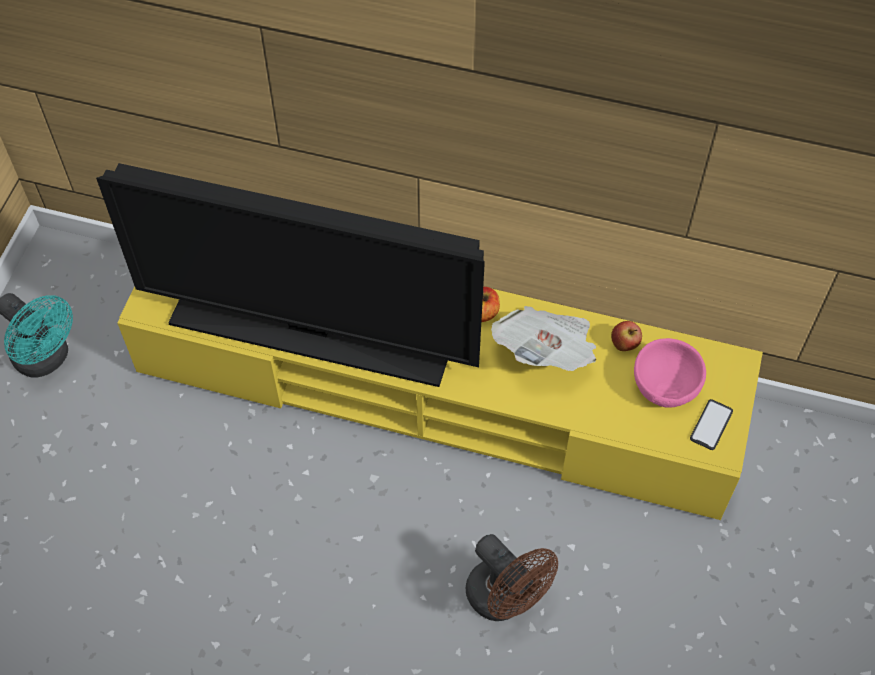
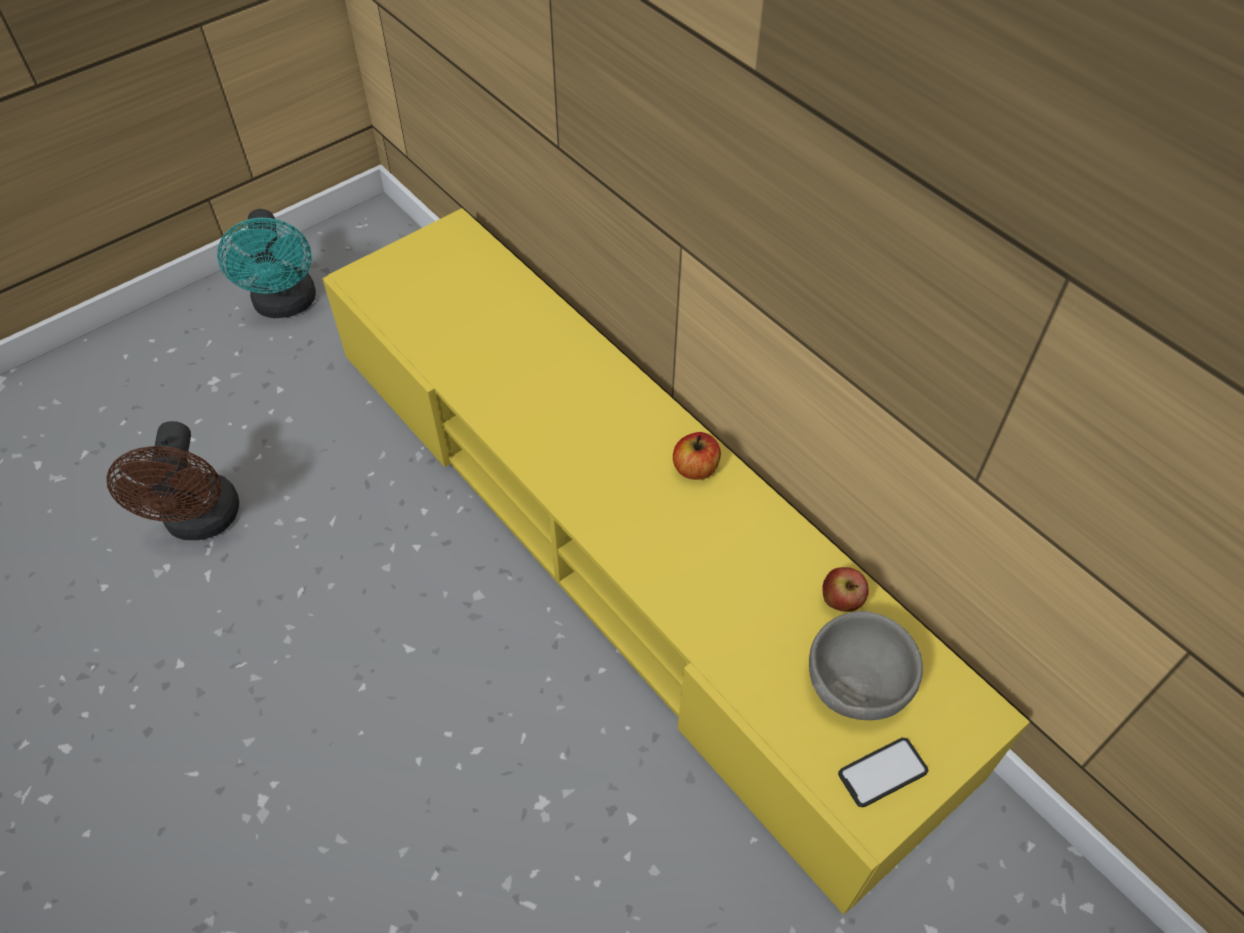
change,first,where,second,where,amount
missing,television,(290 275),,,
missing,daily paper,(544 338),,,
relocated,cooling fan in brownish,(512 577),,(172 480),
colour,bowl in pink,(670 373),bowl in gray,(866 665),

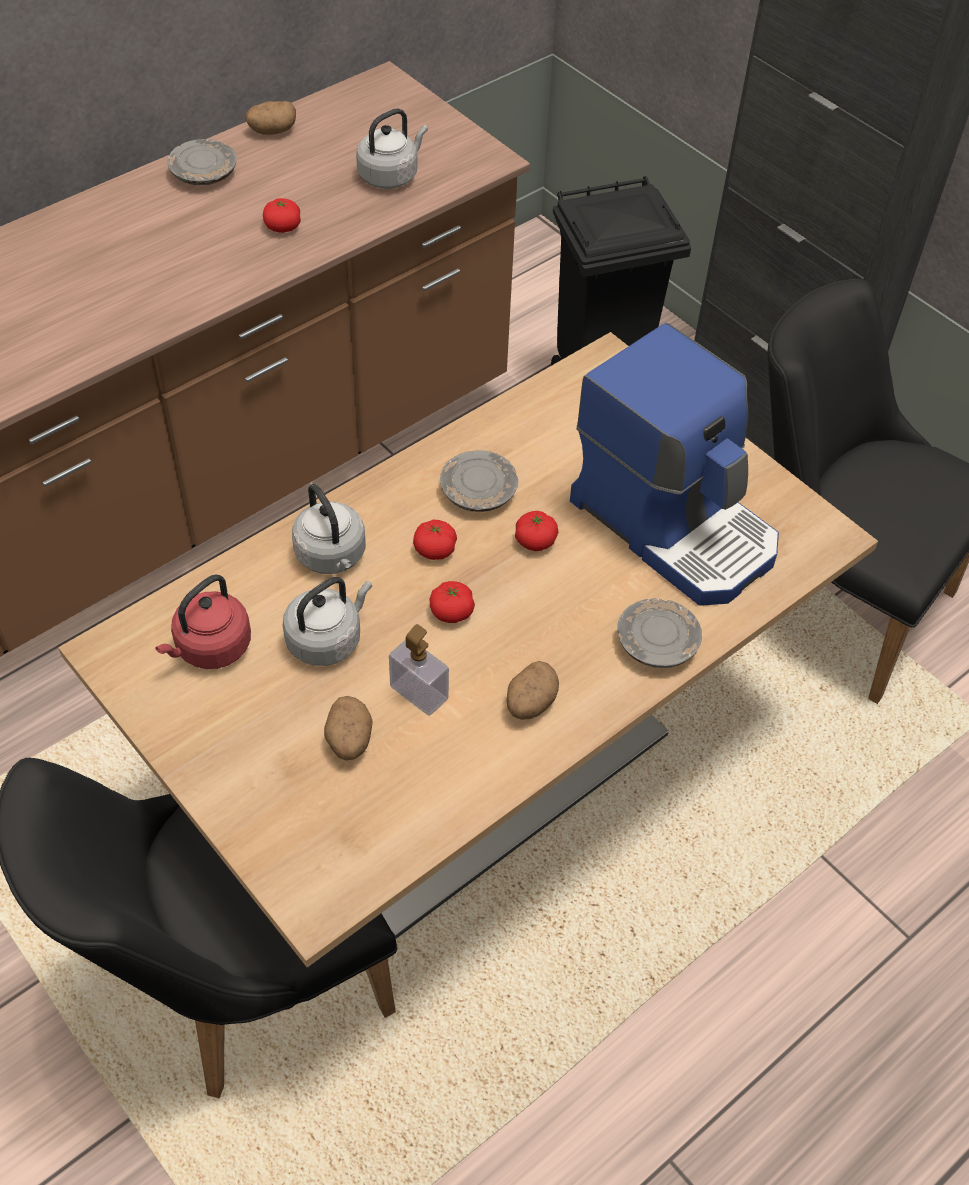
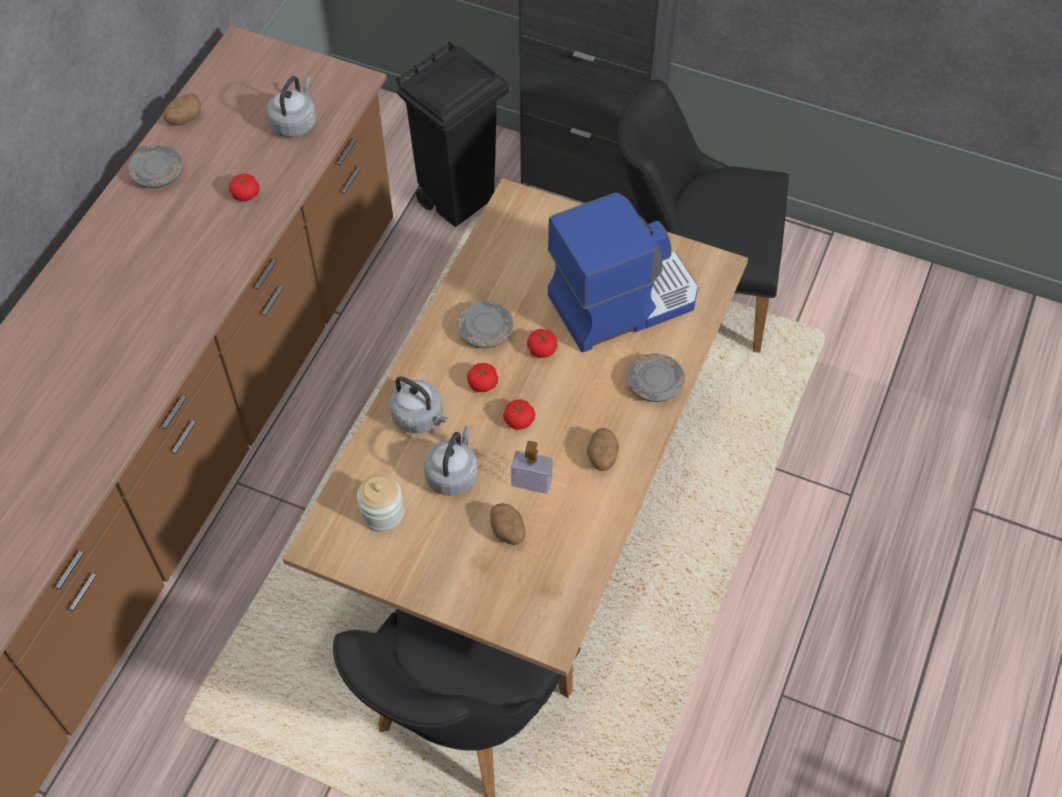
change,first,where,second,where,amount
exchanged,water kettle in red-coloured,(203 621),preserve jar,(380 503),
spun,coffee brewer,(674 464),,(623 272),45 degrees counterclockwise

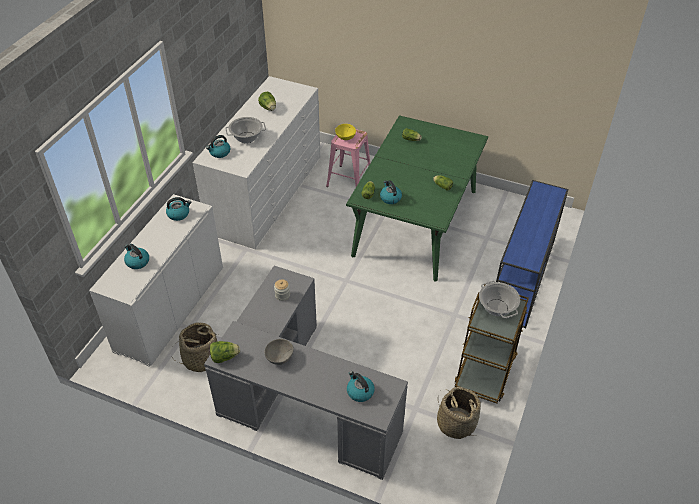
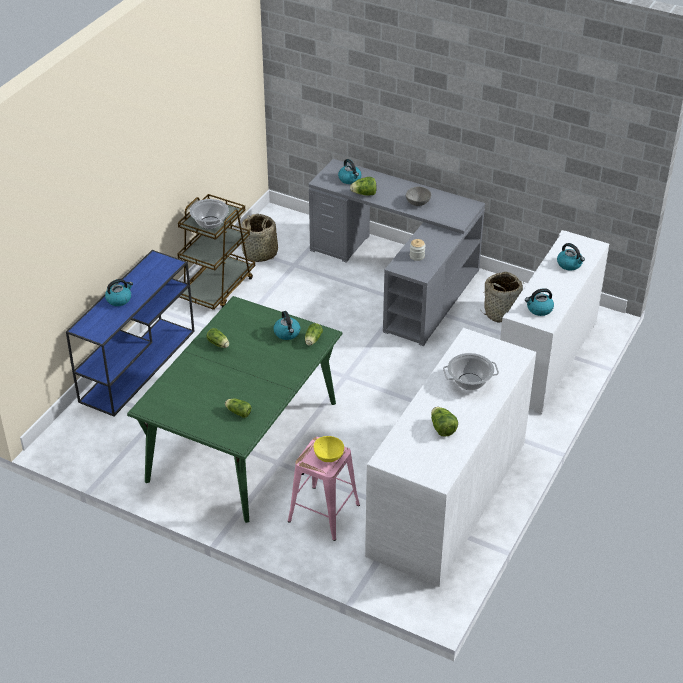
change,first,where,second,where,amount
relocated,water kettle,(218 146),,(119 292),
relocated,lettuce head,(225 352),,(363 186),

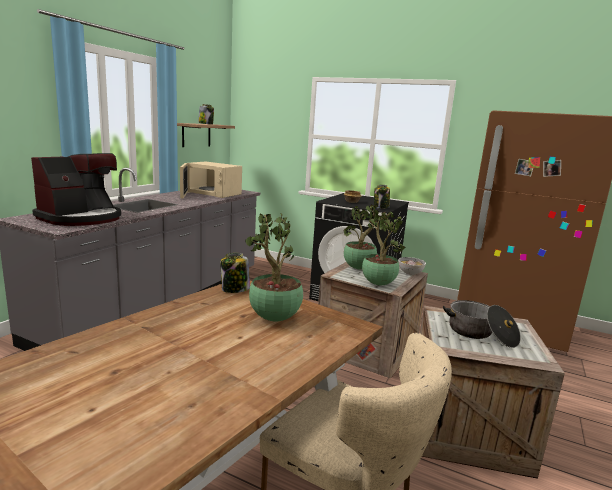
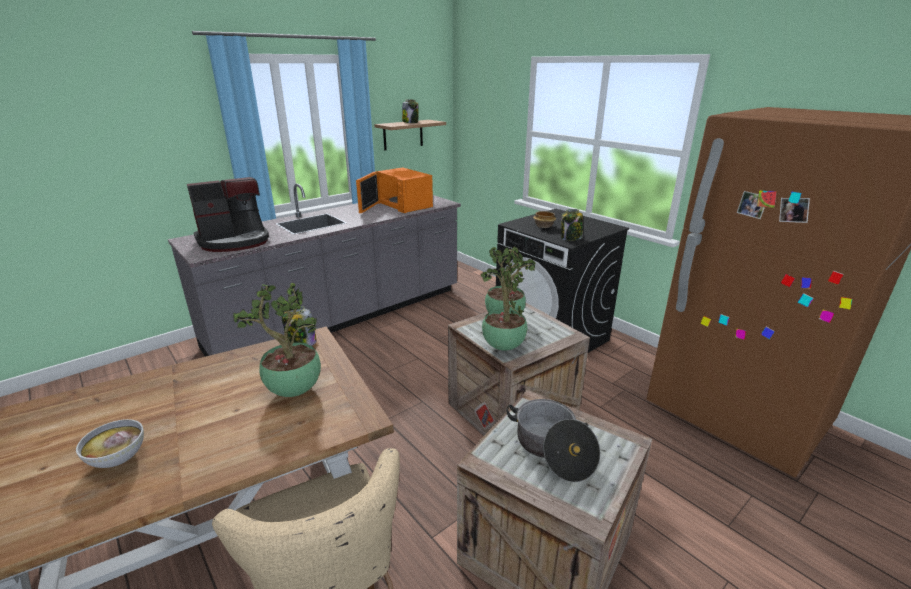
change,first,where,second,where,amount
relocated,bowl,(412 266),,(110 443),
colour,microwave oven in beige,(211 179),microwave oven in orange-coloured,(394 190),

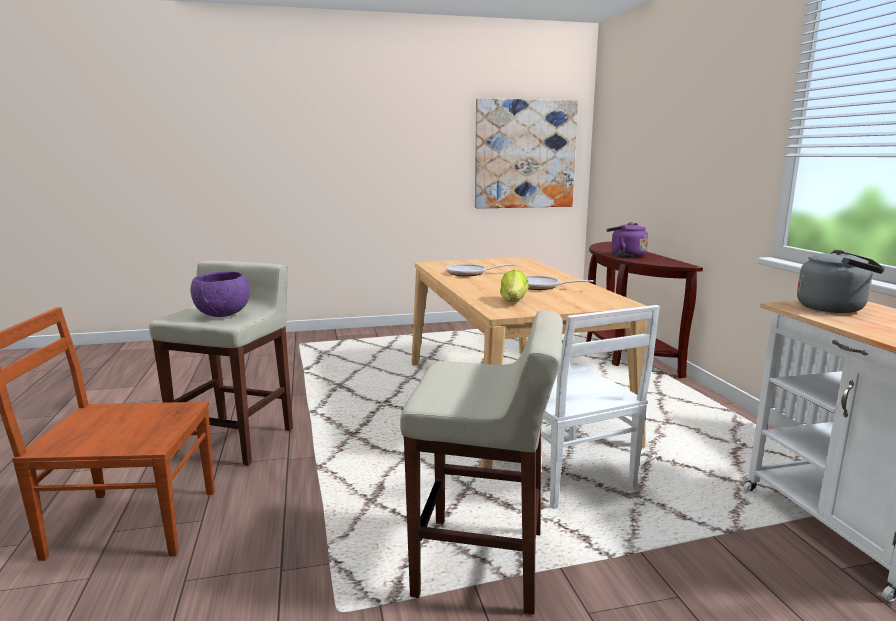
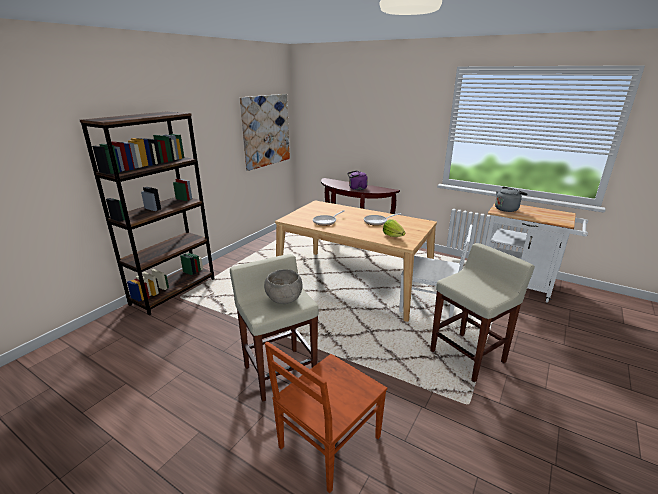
change,first,where,second,where,amount
appeared,,,bookcase in brownish,(147 213),
colour,bowl in purple-coloured,(220 294),bowl in gray,(283 286),

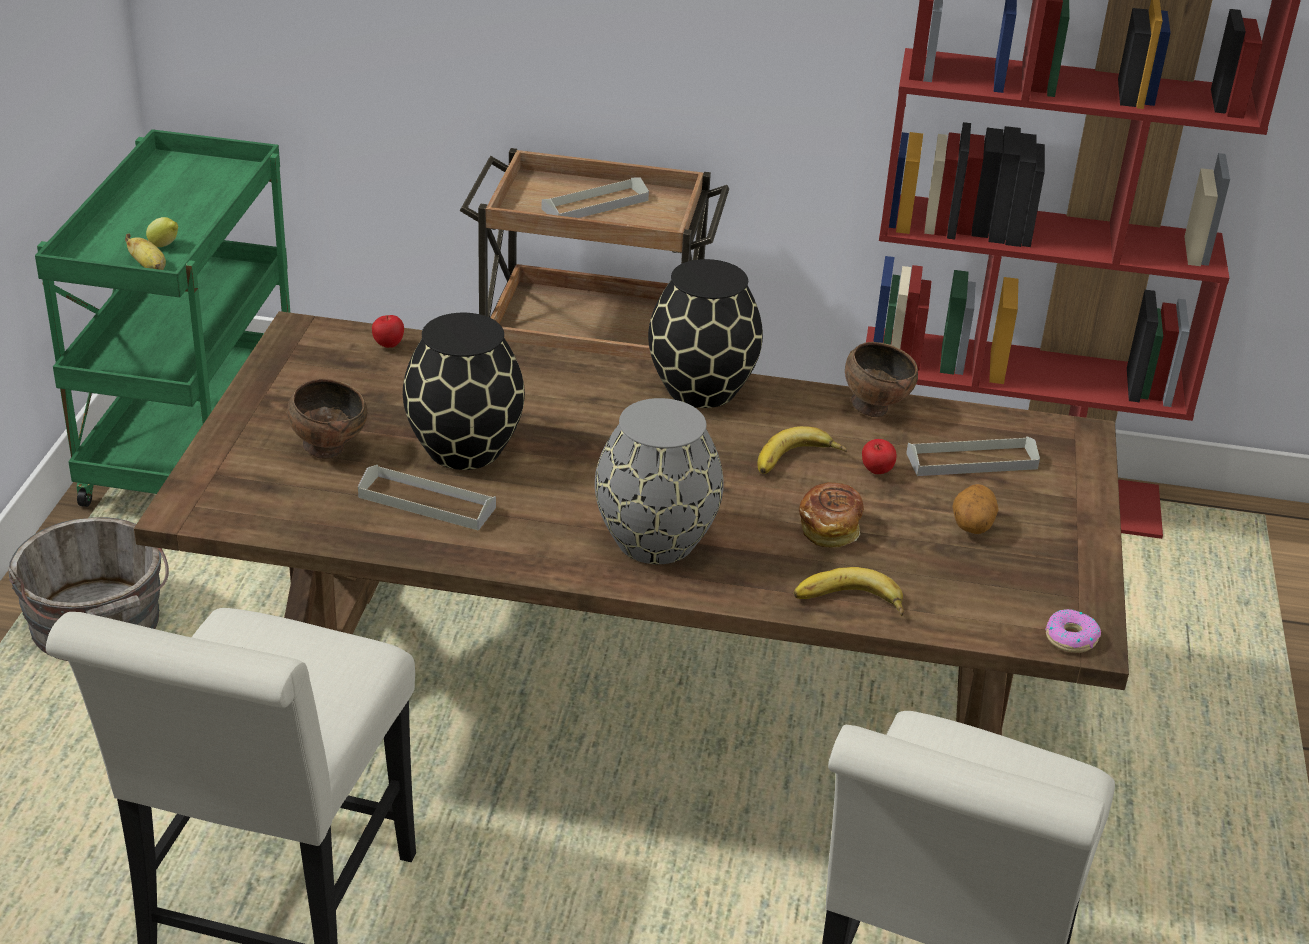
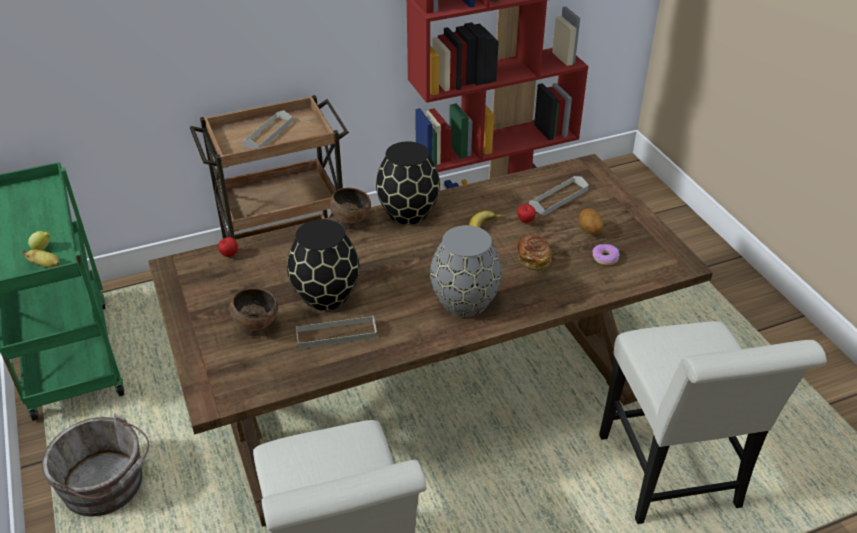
change,first,where,second,where,amount
missing,banana,(849 591),,,
relocated,bowl in brownish,(881 379),,(350 208),
relocated,donut,(1073 631),,(605 254),

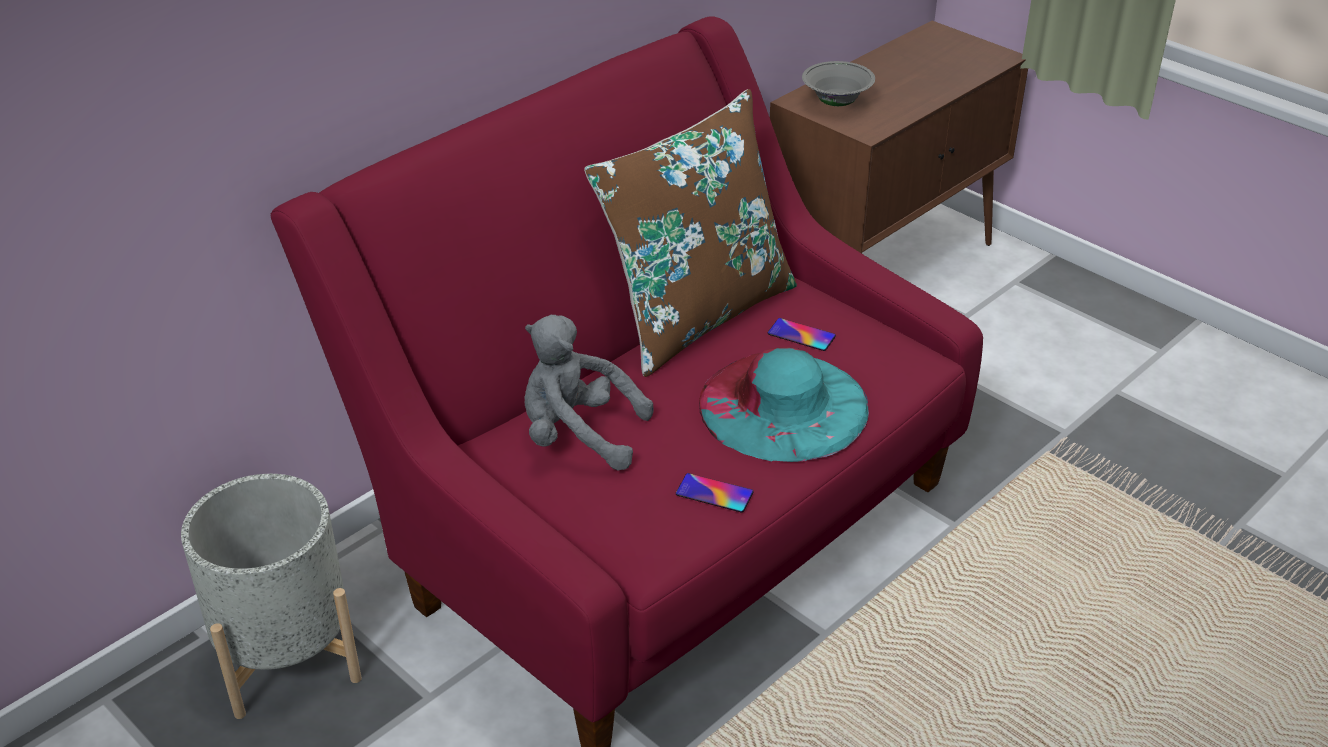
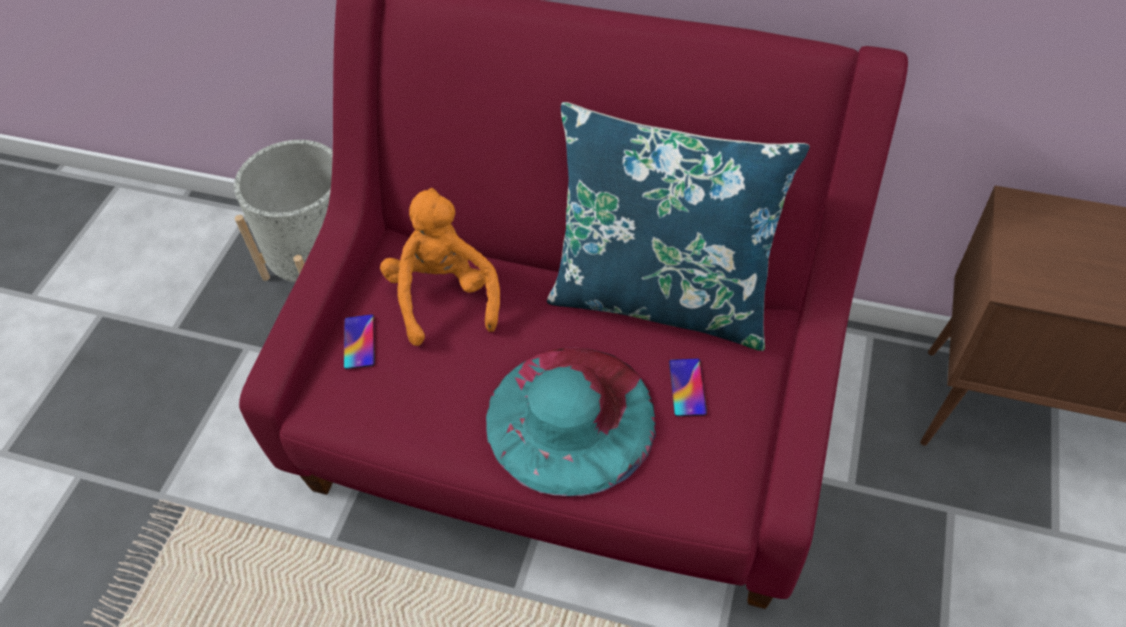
change,first,where,second,where,amount
missing,bowl in gray,(838 83),,,
relocated,phone,(714 492),,(359 341),
colour,plush toy in gray,(588 393),plush toy in orange-coloured,(440 267),
colour,throw pillow in brownish,(690 233),throw pillow in blue-coloured,(678 226),

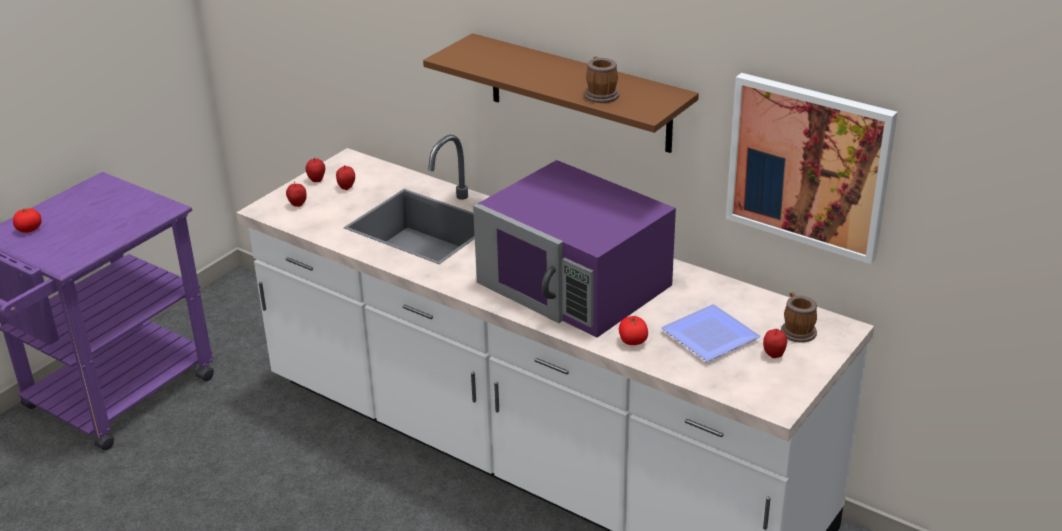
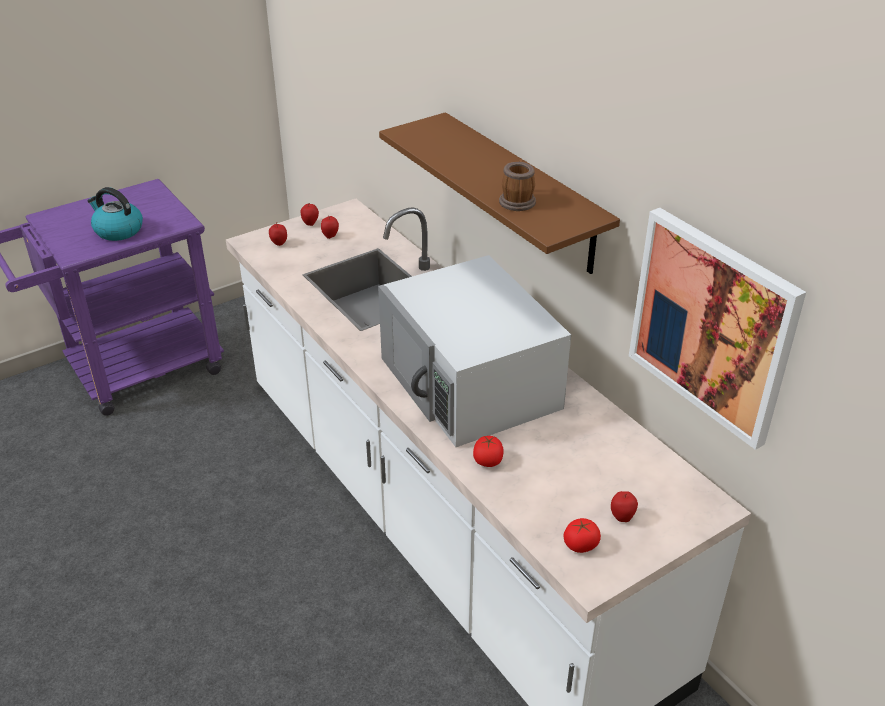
change,first,where,second,where,amount
missing,plate,(711 333),,,
missing,tea mug,(799 317),,,
appeared,,,water kettle,(115 214),
relocated,tomato,(27 220),,(582 535),
colour,microwave oven in purple-coloured,(574 249),microwave oven in white-coloured,(474 351),

